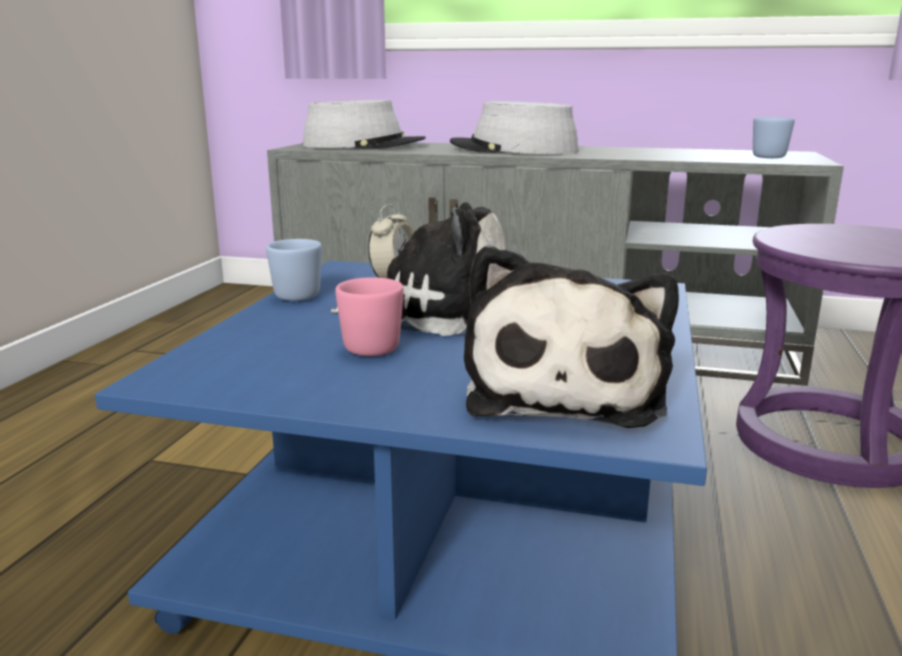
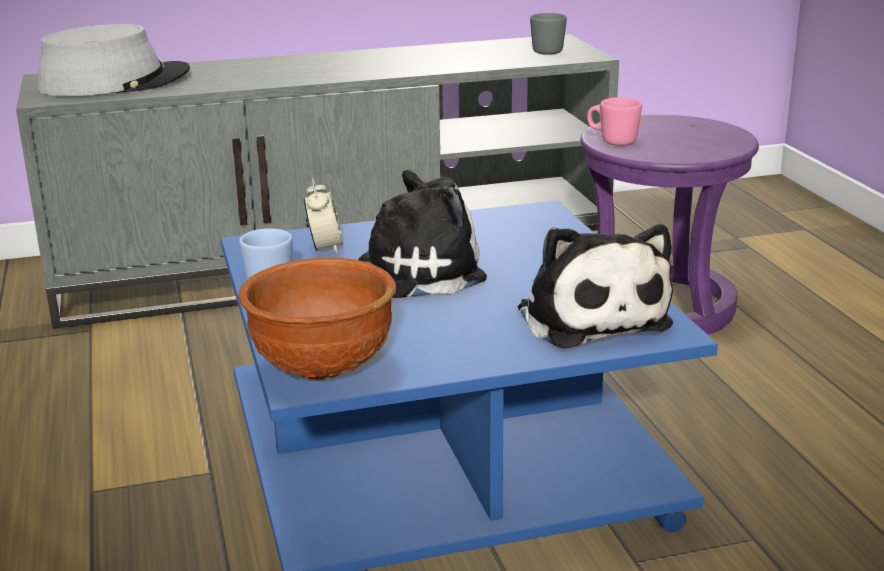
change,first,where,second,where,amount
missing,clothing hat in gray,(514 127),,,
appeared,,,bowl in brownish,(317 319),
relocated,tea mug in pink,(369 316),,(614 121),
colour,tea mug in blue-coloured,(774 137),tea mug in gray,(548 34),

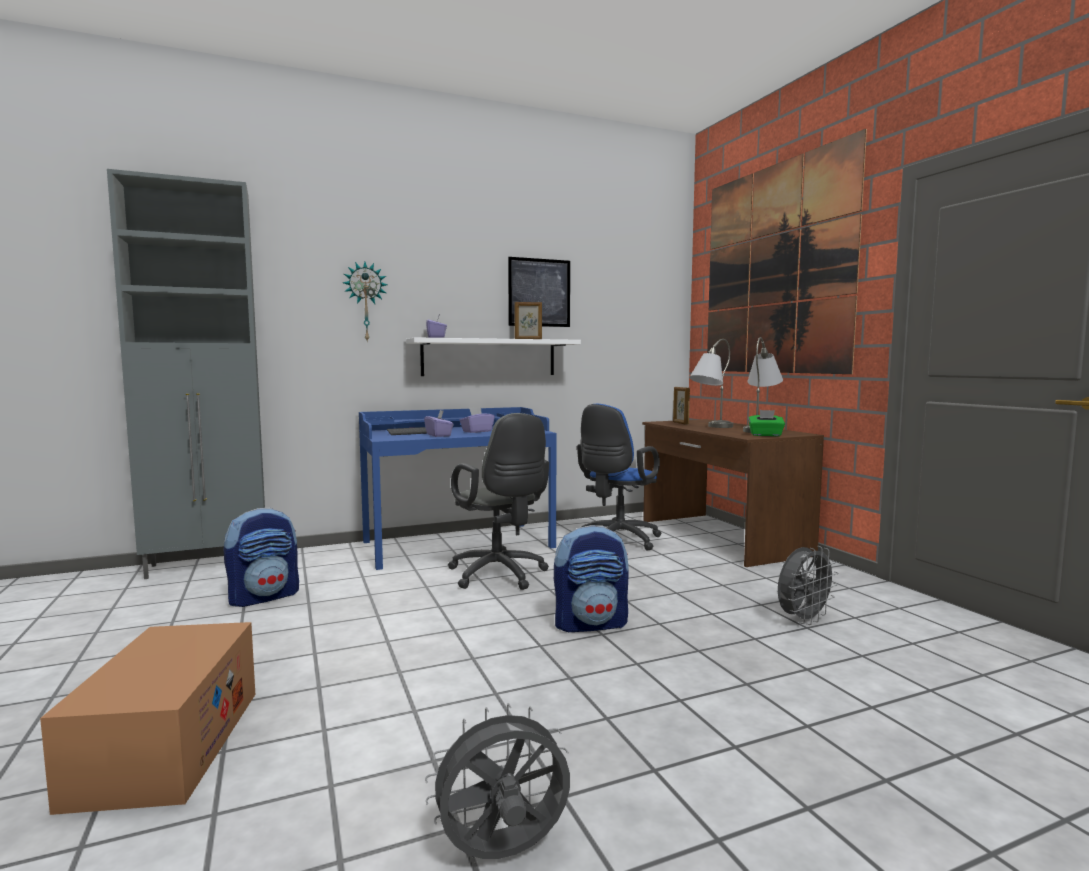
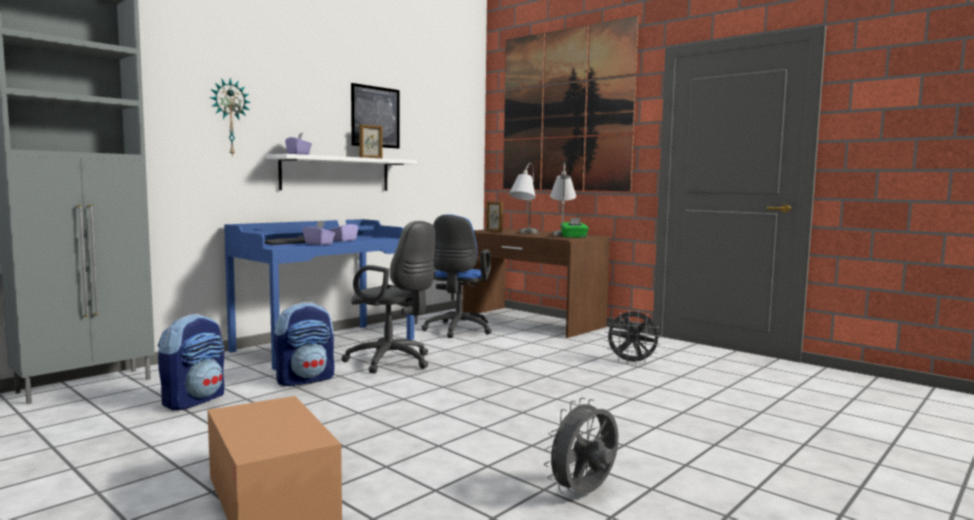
change,first,where,second,where,amount
relocated,backpack,(591 578),,(304 344),
spun,cooling fan in gray,(808 585),,(633 337),75 degrees clockwise

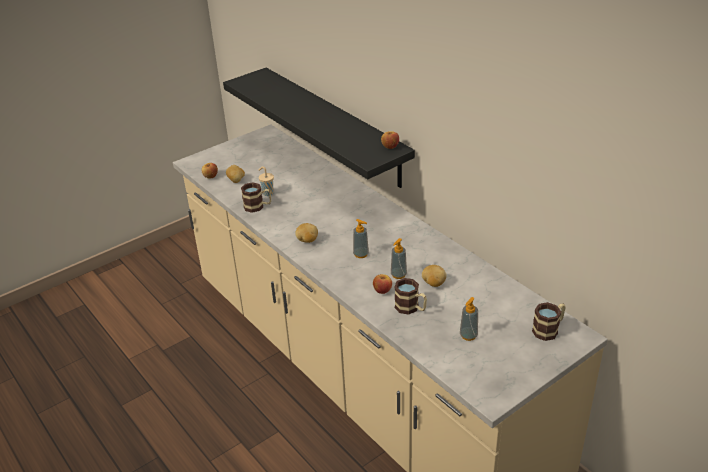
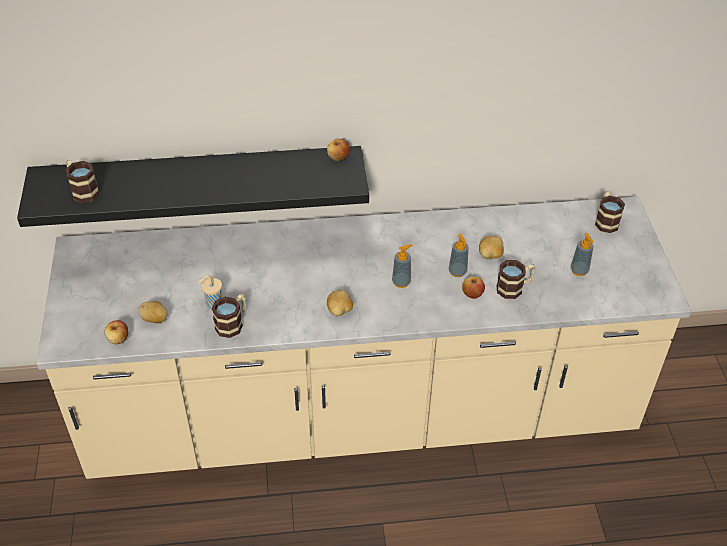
change,first,where,second,where,amount
appeared,,,tea mug,(83 181),

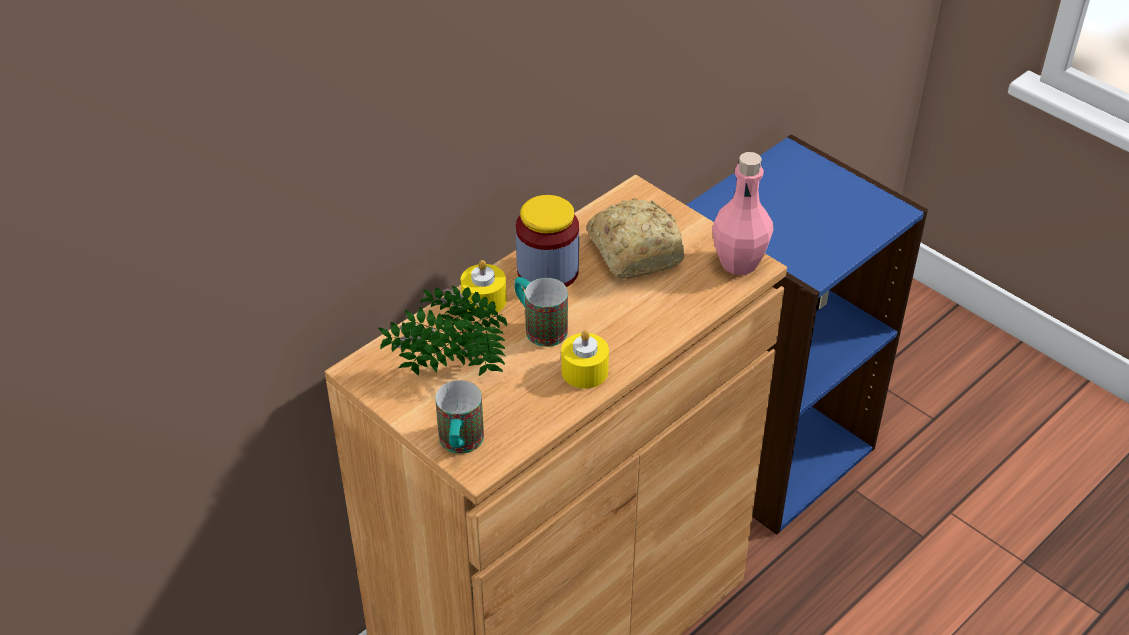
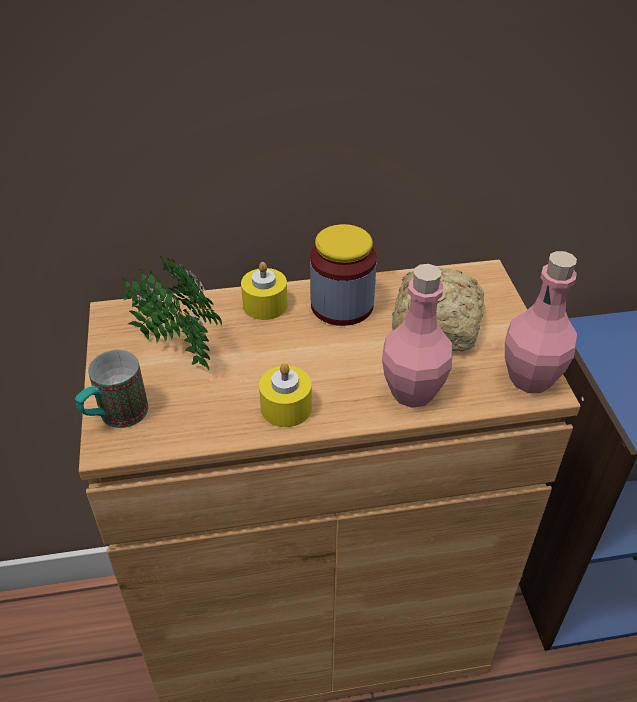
change,first,where,second,where,amount
missing,tea mug,(541 312),,,
appeared,,,beverage bottle in pink,(417 336),

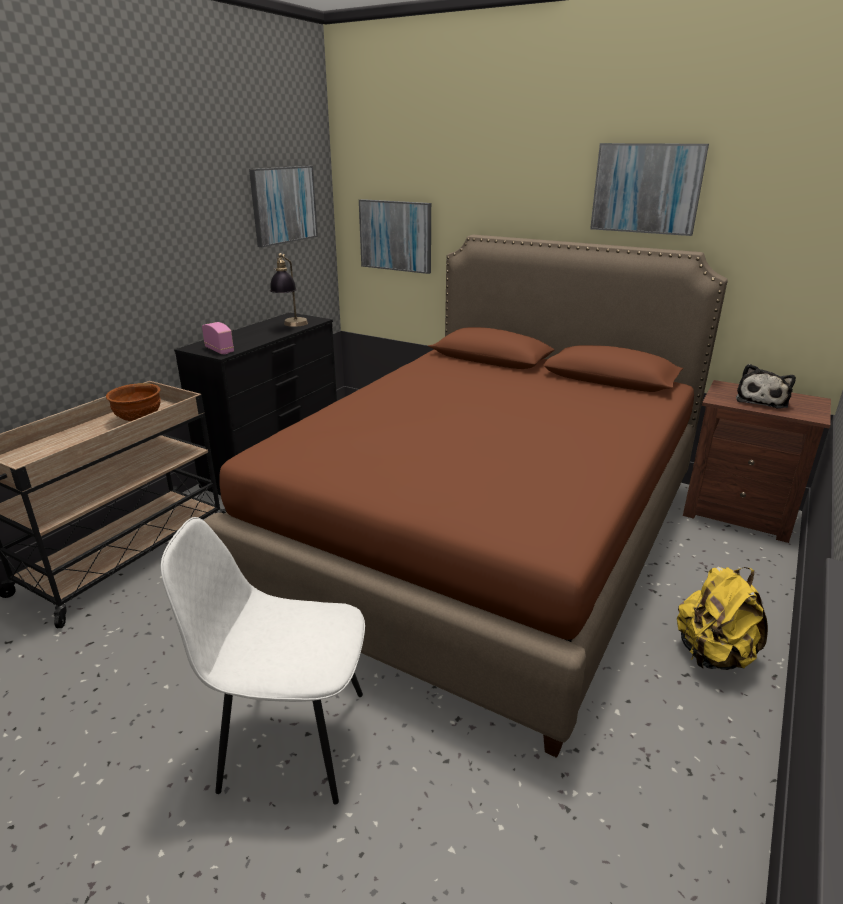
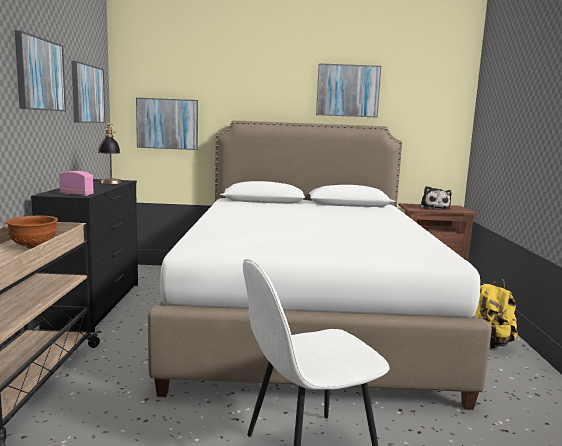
change,first,where,second,where,amount
appeared,,,picture,(40 70),
colour,bedroom bed in brownish,(466 496),bedroom bed in white-coloured,(320 265),

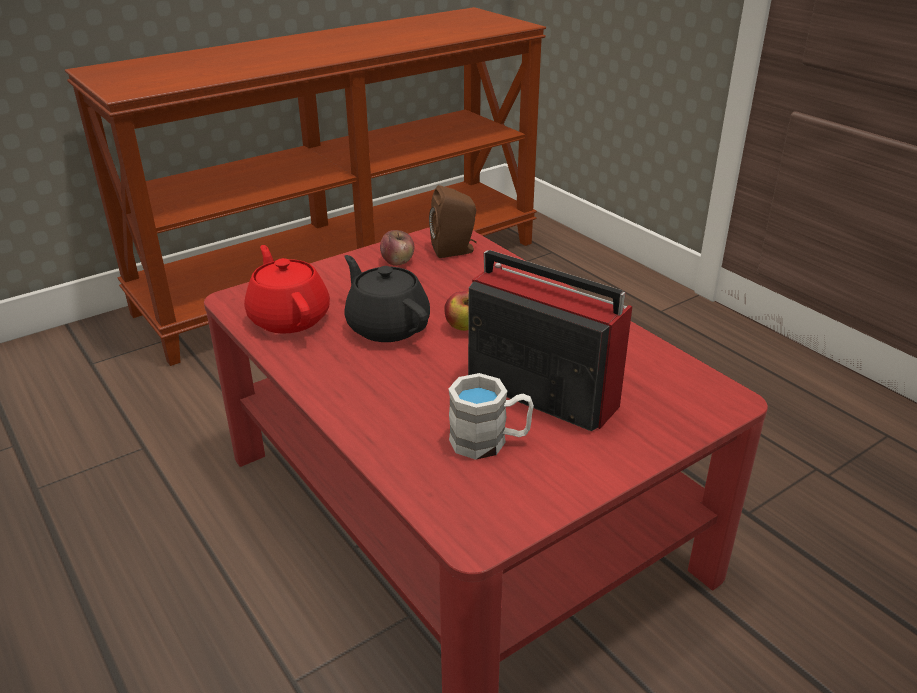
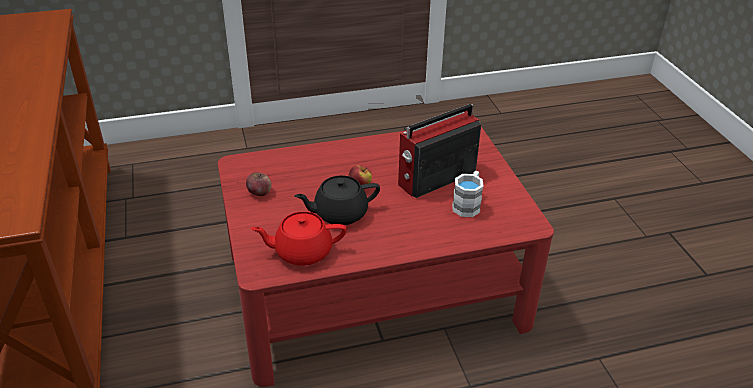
change,first,where,second,where,amount
missing,speaker in brownish,(453 221),,,

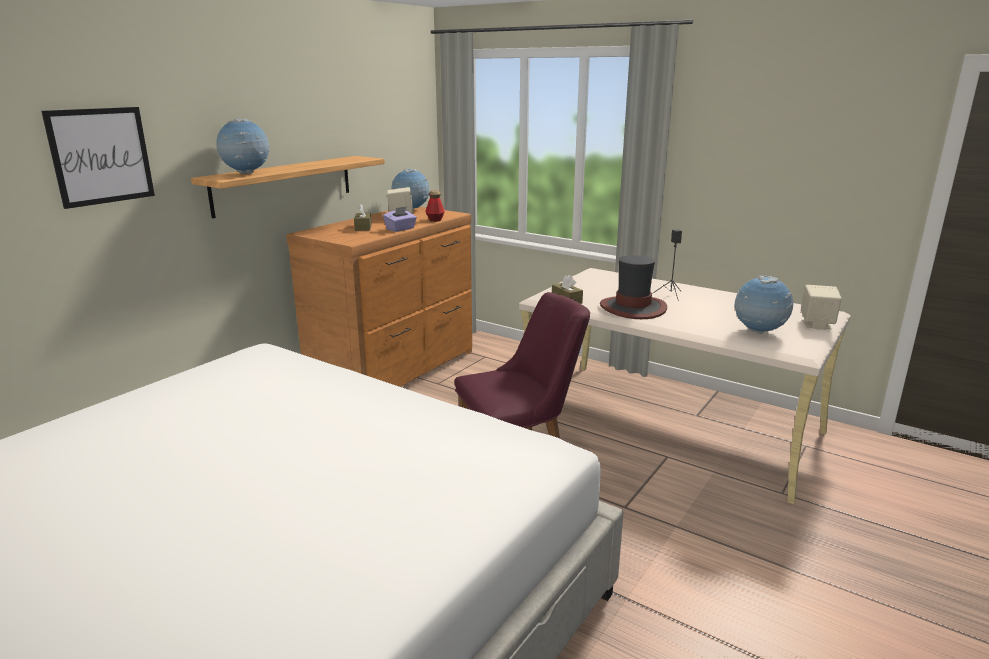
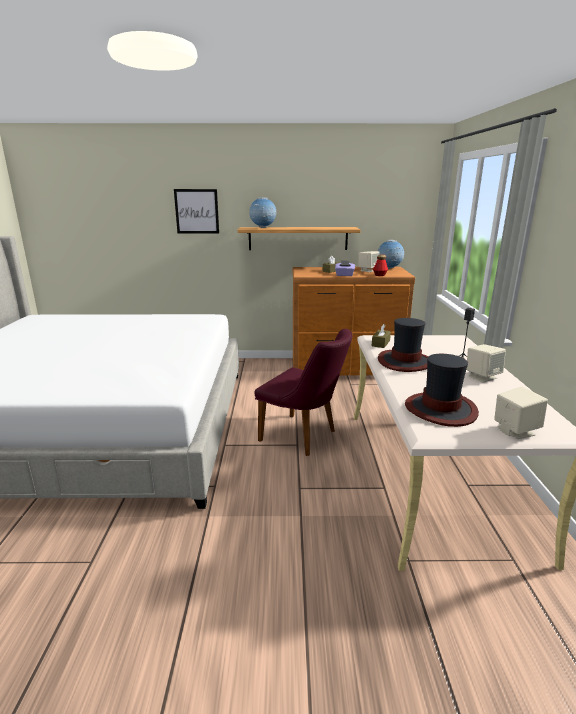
change,first,where,second,where,amount
appeared,,,speaker in beige,(486 363),
exchanged,desk globe,(764 304),clothing hat,(442 390),

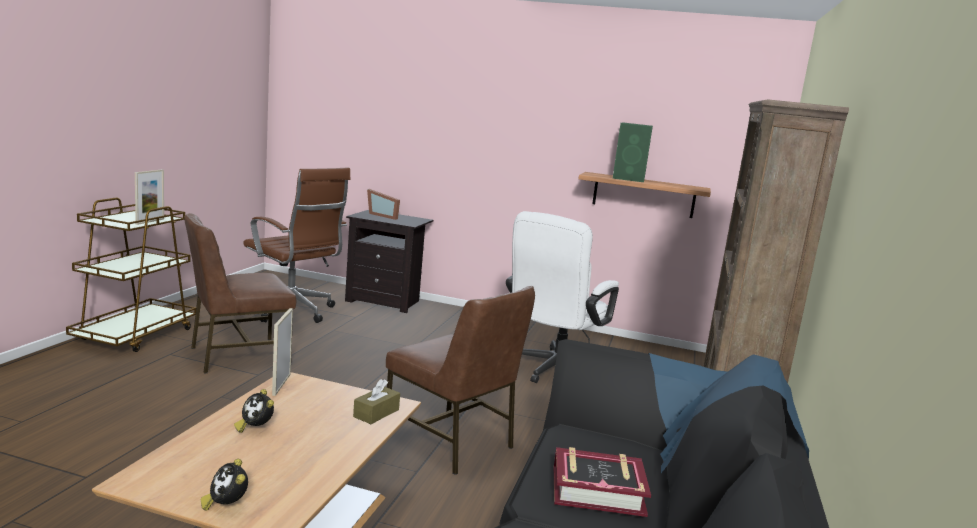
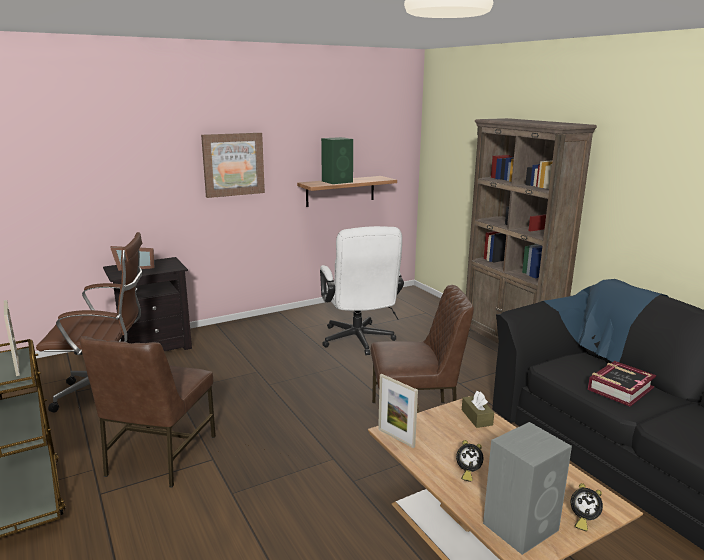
change,first,where,second,where,amount
appeared,,,picture,(233 165),
appeared,,,speaker in gray,(527 488),

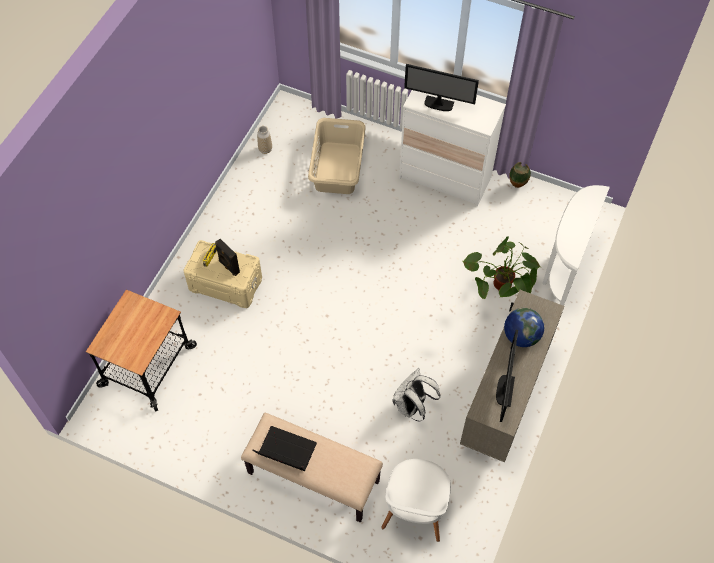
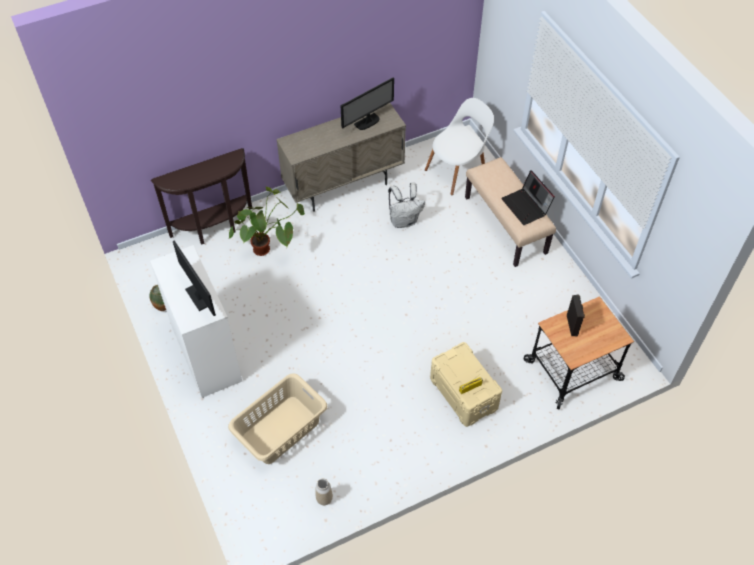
change,first,where,second,where,amount
missing,desk globe,(524 327),,,
relocated,speaker in black,(227 257),,(576 315),
colour,narrow table in white-coloured,(576 245),narrow table in brownish,(201 196),

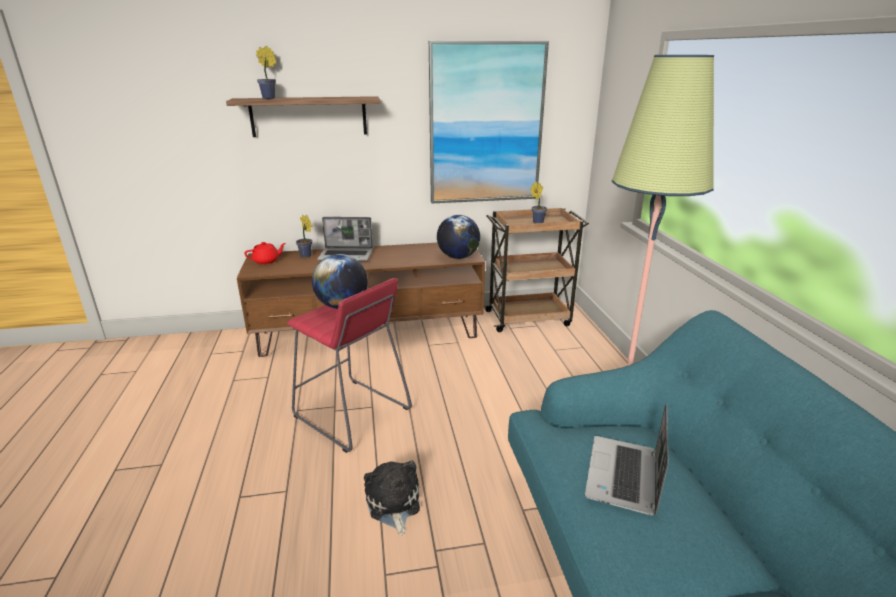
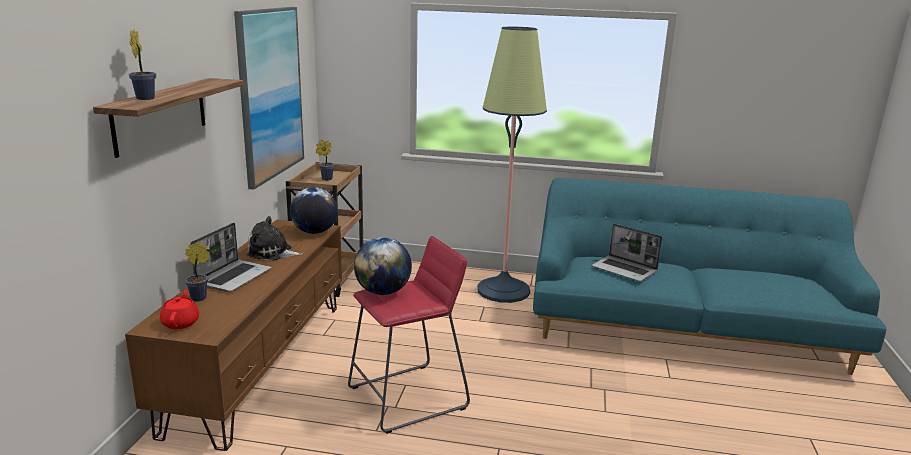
change,first,where,second,where,amount
relocated,plush toy,(392 497),,(275 238),

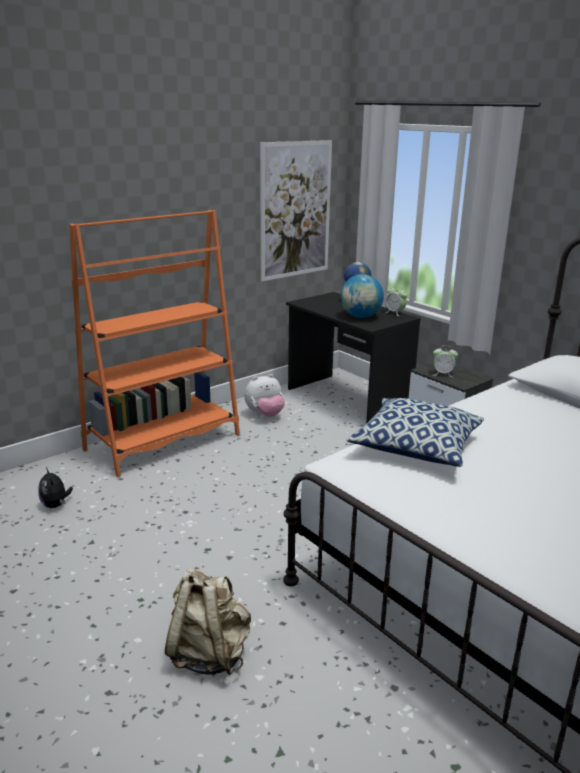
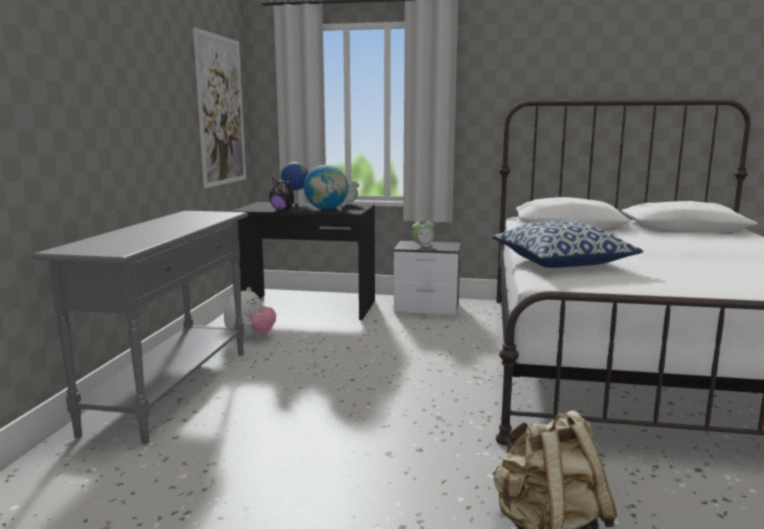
change,first,where,second,where,amount
relocated,plush toy,(55 488),,(284 194),
exchanged,bookcase in orange-coloured,(154 343),narrow table in gray,(140 328),

